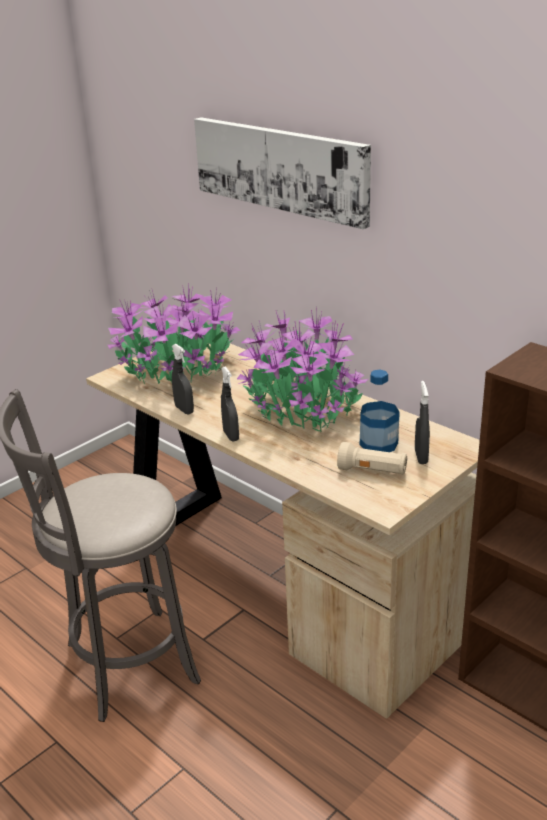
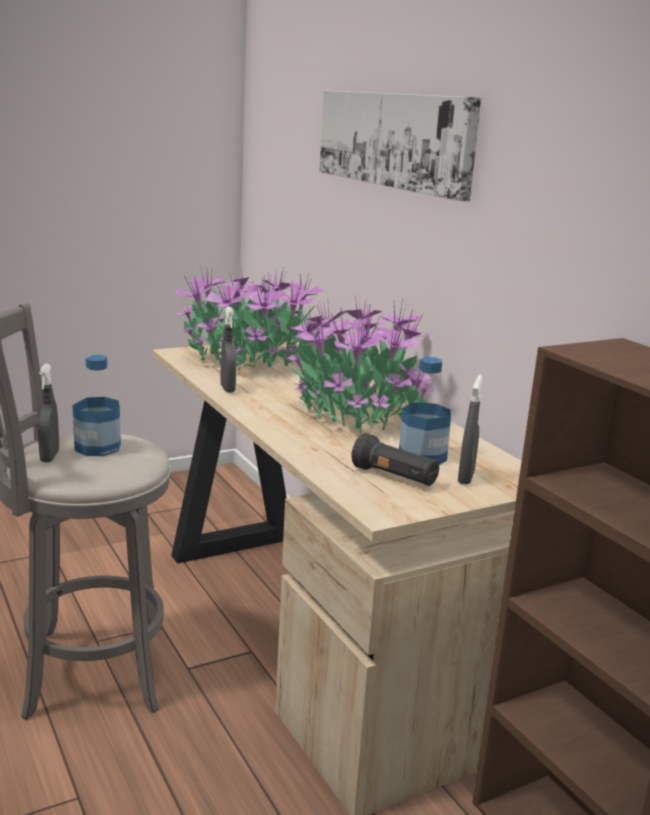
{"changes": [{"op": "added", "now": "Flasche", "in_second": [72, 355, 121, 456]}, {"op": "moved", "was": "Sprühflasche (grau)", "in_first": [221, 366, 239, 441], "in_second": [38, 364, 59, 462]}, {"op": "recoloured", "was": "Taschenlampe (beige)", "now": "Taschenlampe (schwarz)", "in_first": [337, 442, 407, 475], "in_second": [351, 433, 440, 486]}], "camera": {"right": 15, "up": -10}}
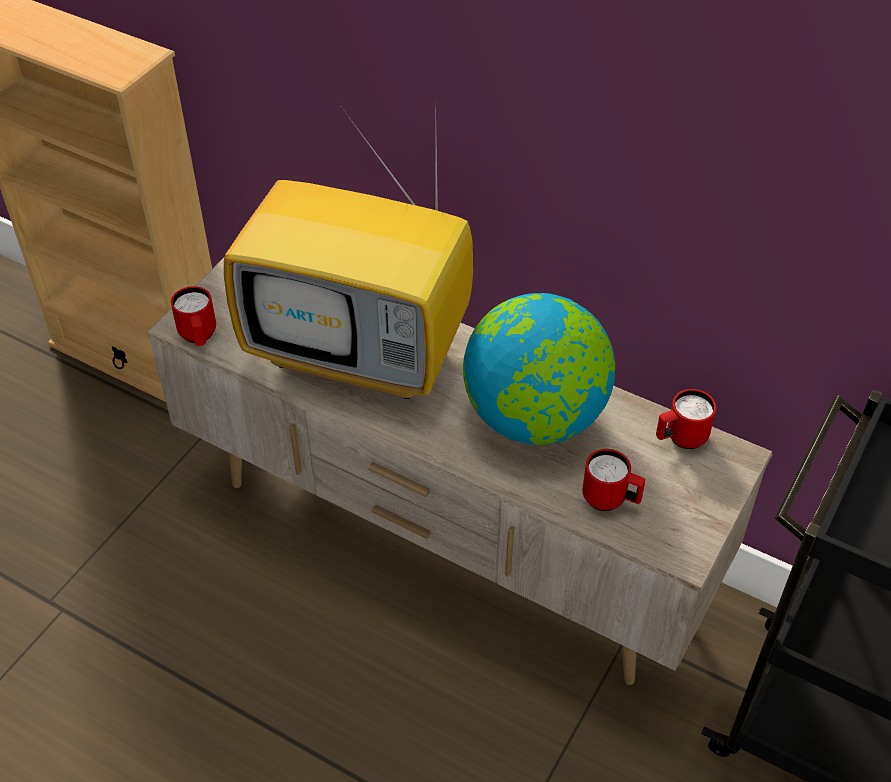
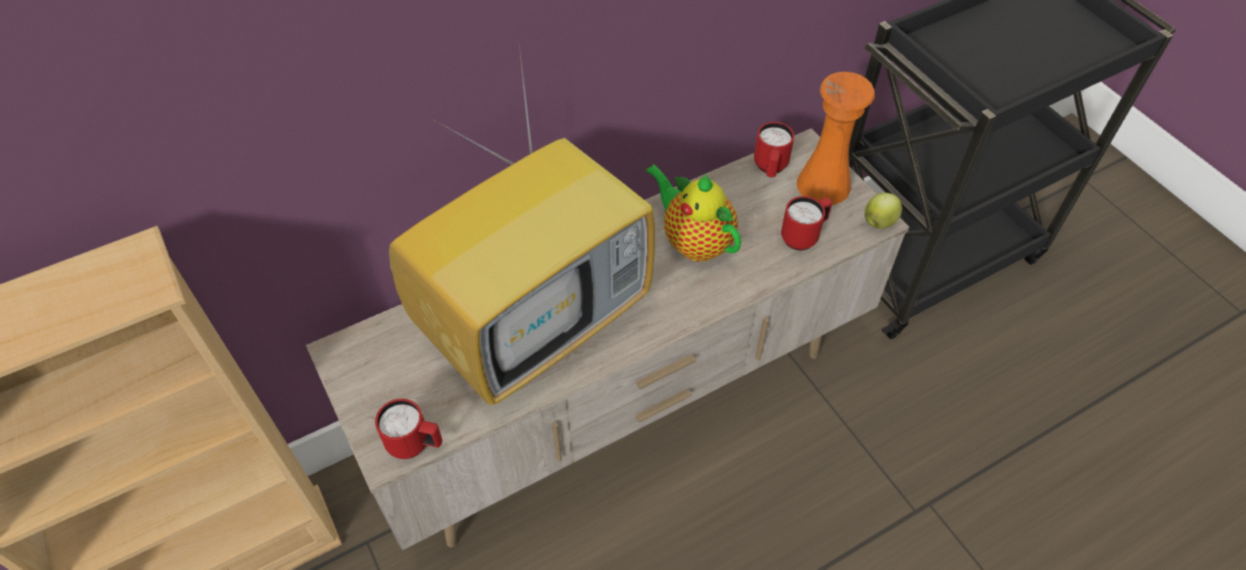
{"changes": [{"op": "added", "now": "Vase (orange)", "in_second": [797, 72, 875, 205]}, {"op": "added", "now": "Apfel", "in_second": [865, 193, 902, 229]}, {"op": "replaced", "was": "Globus", "now": "Teekanne", "in_first": [463, 293, 615, 445], "in_second": [645, 164, 741, 262]}], "camera": {"right": -60, "up": 5}}
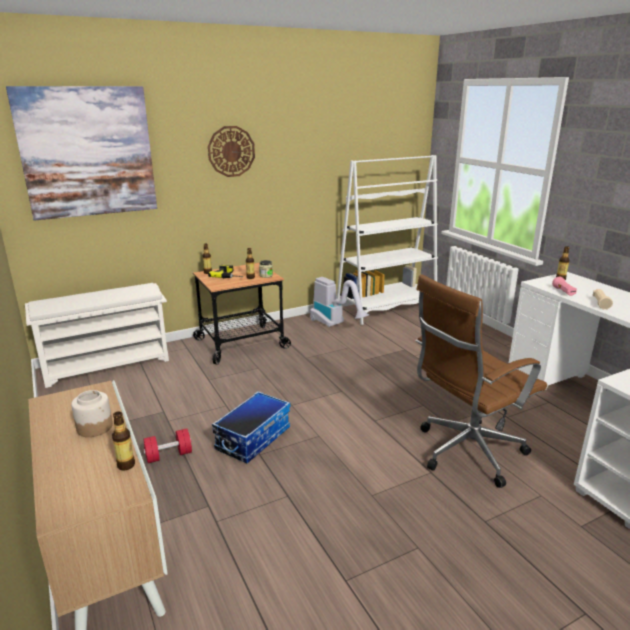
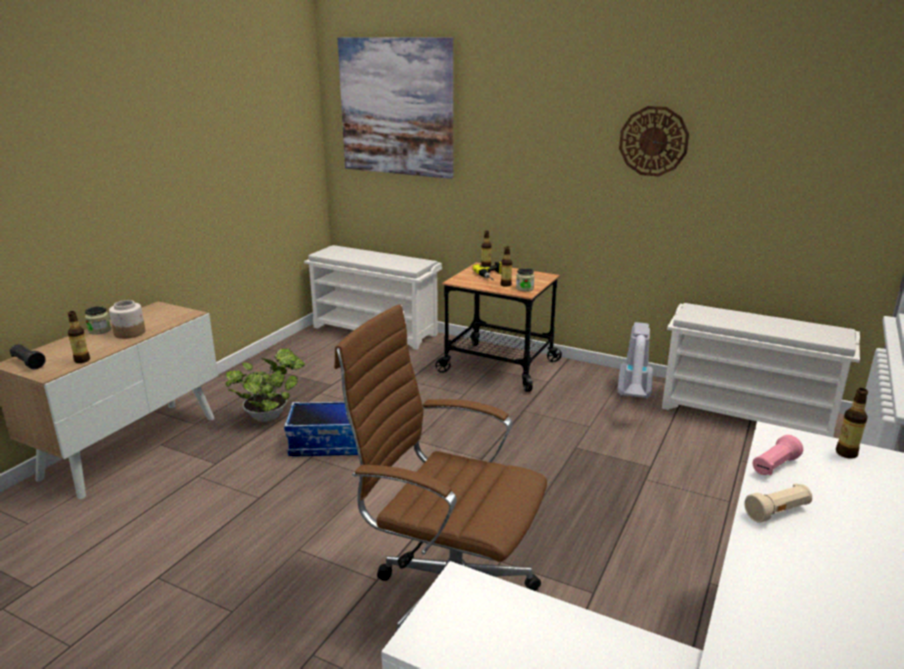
{"changes": [{"op": "added", "now": "Taschenlampe (schwarz)", "in_second": [9, 344, 46, 369]}, {"op": "added", "now": "Vorratsglas", "in_second": [85, 306, 111, 335]}, {"op": "moved", "was": "Wanduhr", "in_first": [208, 126, 255, 177], "in_second": [619, 106, 689, 177]}, {"op": "replaced", "was": "Hantel (rot)", "now": "Topfpflanze", "in_first": [143, 428, 192, 463], "in_second": [226, 348, 305, 422]}, {"op": "replaced", "was": "Bücherregal (weiß)", "now": "Schuhregal (weiß)", "in_first": [337, 155, 438, 325], "in_second": [662, 303, 860, 437]}], "camera": {"right": 55, "up": 0}}
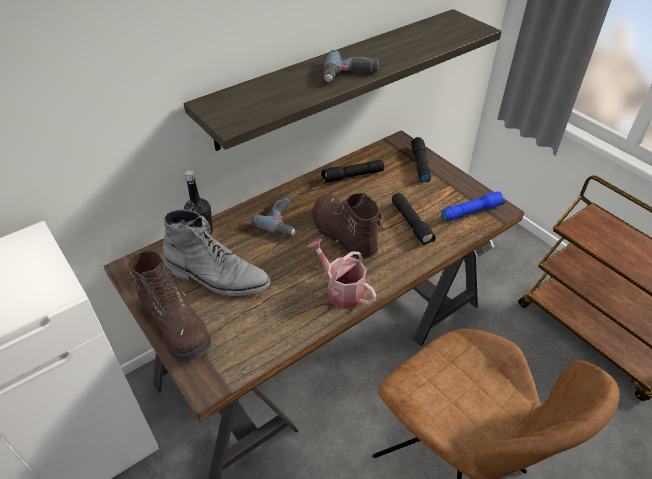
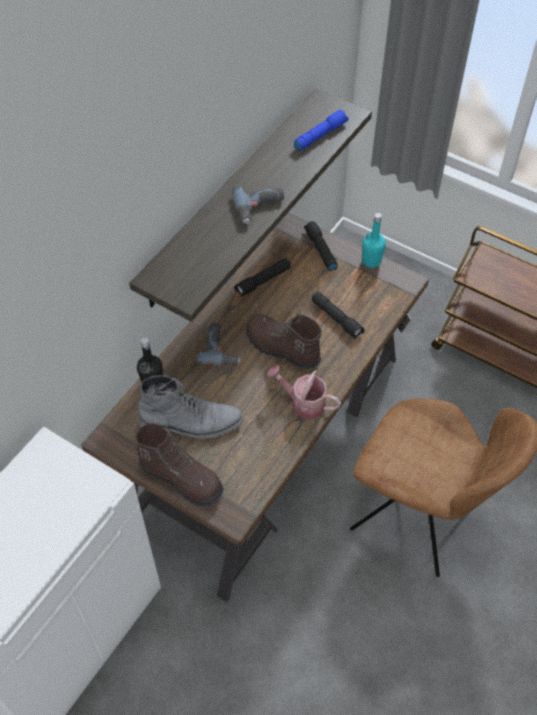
{"changes": [{"op": "added", "now": "Flasche (türkis)", "in_second": [362, 213, 386, 268]}, {"op": "moved", "was": "Taschenlampe (blau)", "in_first": [441, 191, 505, 221], "in_second": [294, 110, 349, 151]}], "camera": {"right": -20, "up": 10}}
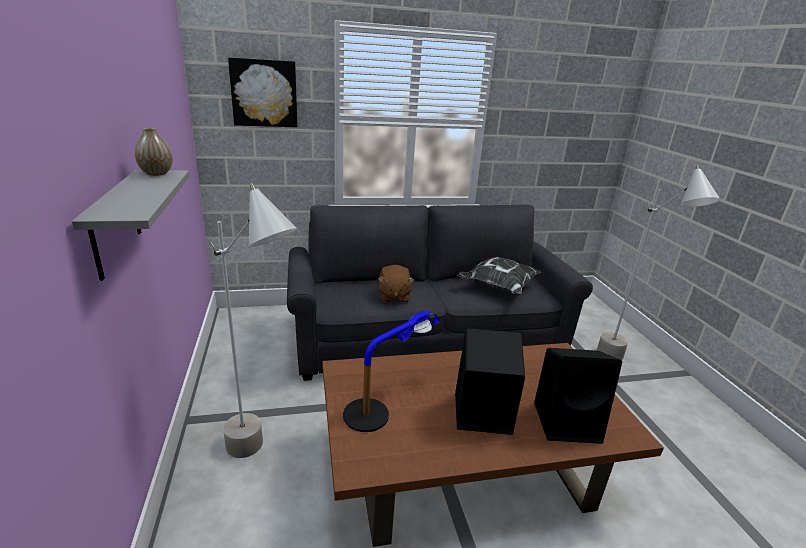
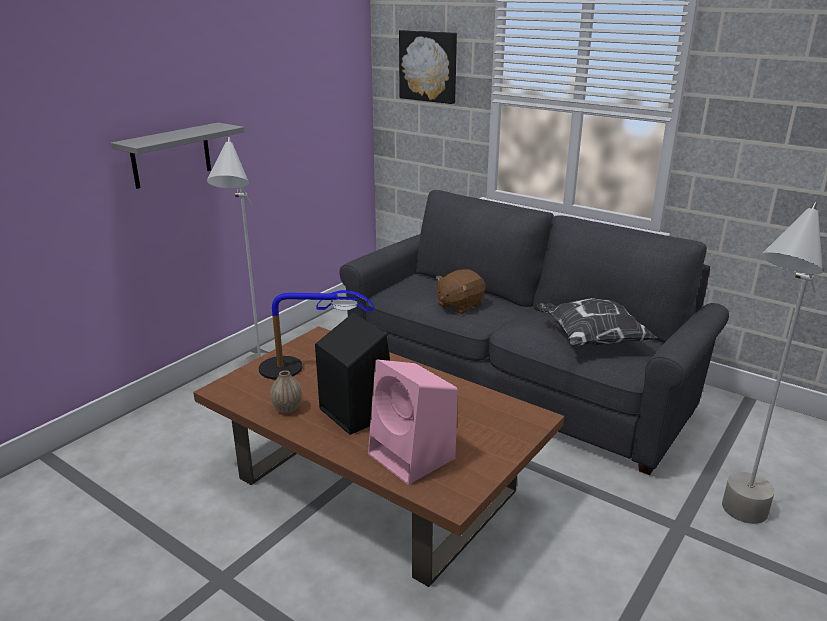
{"changes": [{"op": "moved", "was": "Vase", "in_first": [135, 128, 173, 176], "in_second": [270, 370, 302, 413]}, {"op": "recoloured", "was": "Lautsprecher (schwarz)", "now": "Lautsprecher (rosa)", "in_first": [534, 348, 622, 444], "in_second": [368, 359, 458, 485]}], "camera": {"right": 50, "up": 0}}
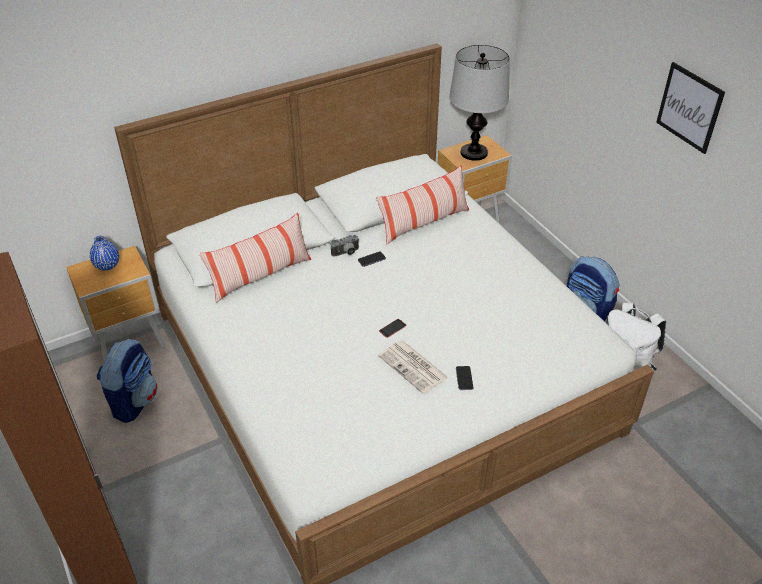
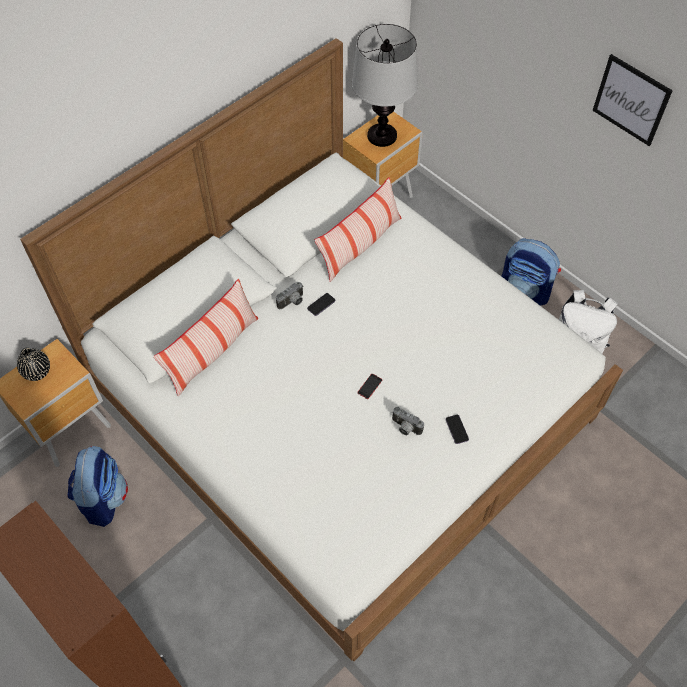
{"changes": [{"op": "replaced", "was": "Zeitung", "now": "Kamera", "in_first": [378, 341, 449, 394], "in_second": [392, 407, 424, 435]}, {"op": "recoloured", "was": "Vase (blau)", "now": "Vase (schwarz)", "in_first": [90, 236, 119, 271], "in_second": [17, 347, 50, 381]}], "camera": {"right": -15, "up": 15}}
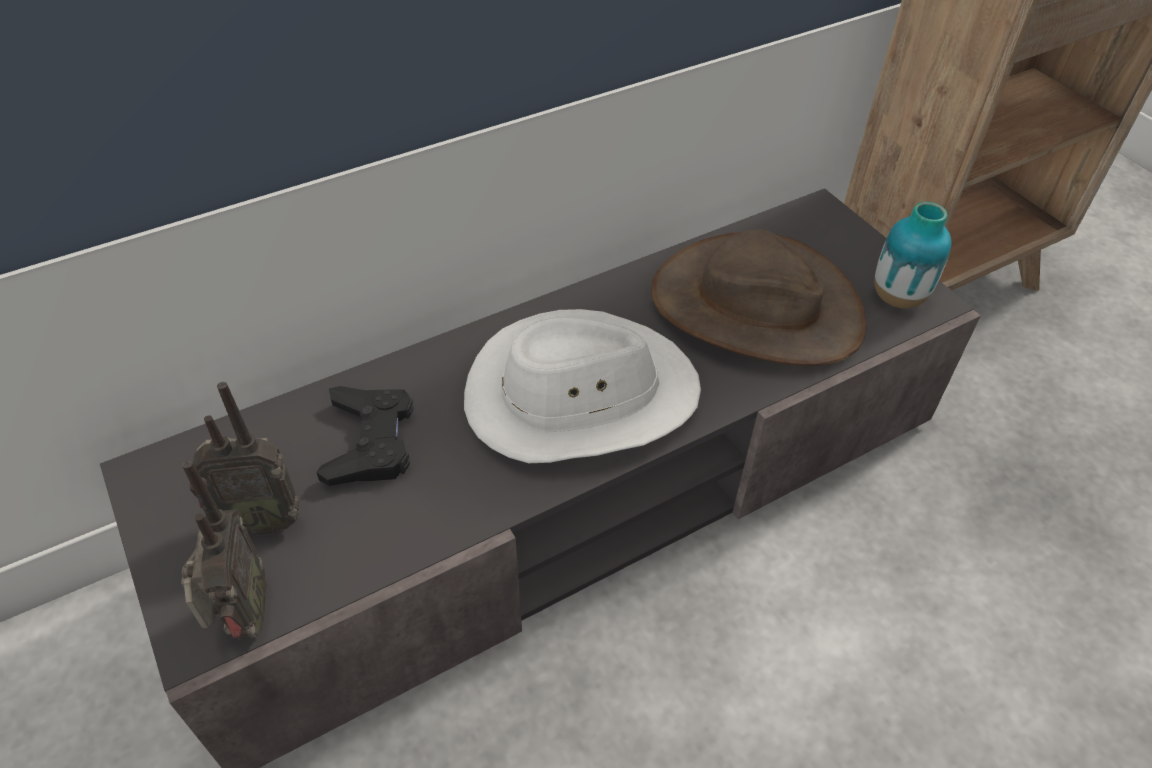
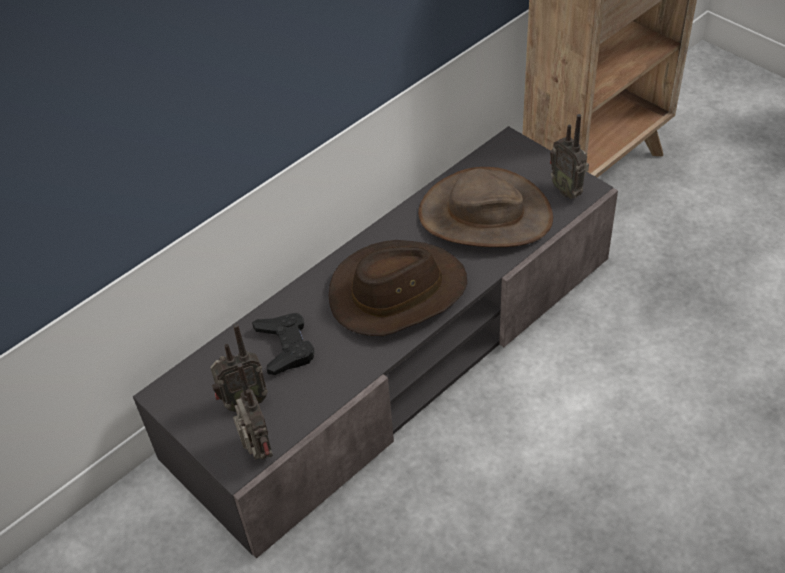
{"changes": [{"op": "replaced", "was": "Vase", "now": "Radio", "in_first": [874, 202, 951, 309], "in_second": [550, 114, 589, 199]}, {"op": "recoloured", "was": "Hut (weiß)", "now": "Hut (braun)", "in_first": [464, 309, 701, 463], "in_second": [328, 240, 467, 336]}], "camera": {"right": -10, "up": 0}}
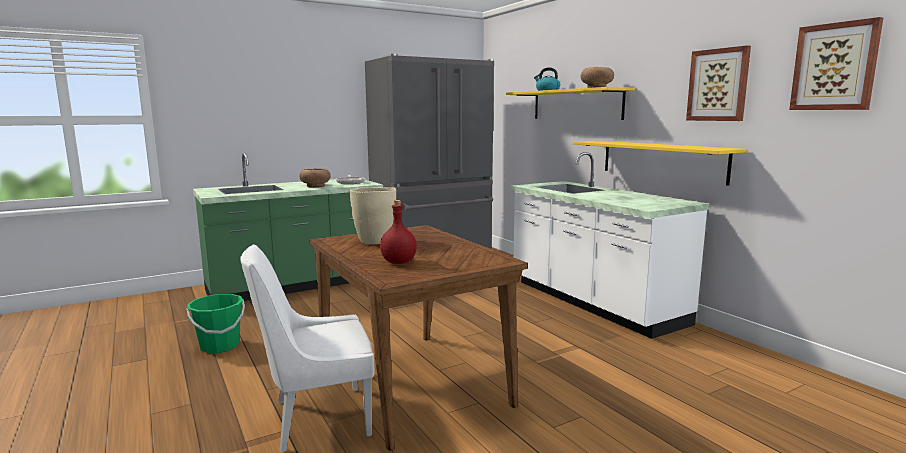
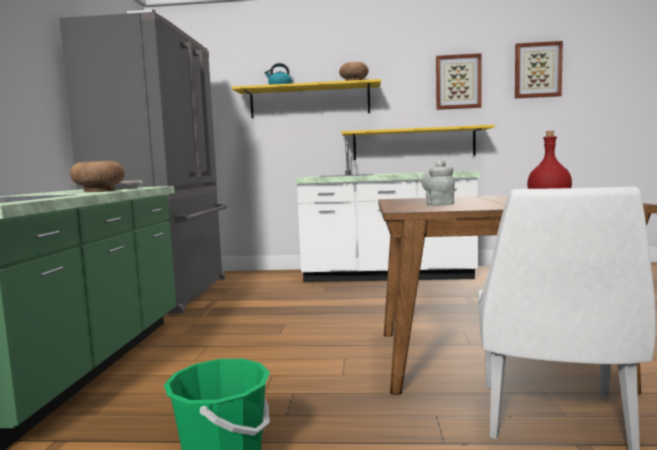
{"changes": [{"op": "replaced", "was": "Vase (beige)", "now": "Teekanne (grau)", "in_first": [349, 187, 396, 244], "in_second": [422, 159, 455, 206]}], "camera": {"right": -55, "up": -5}}
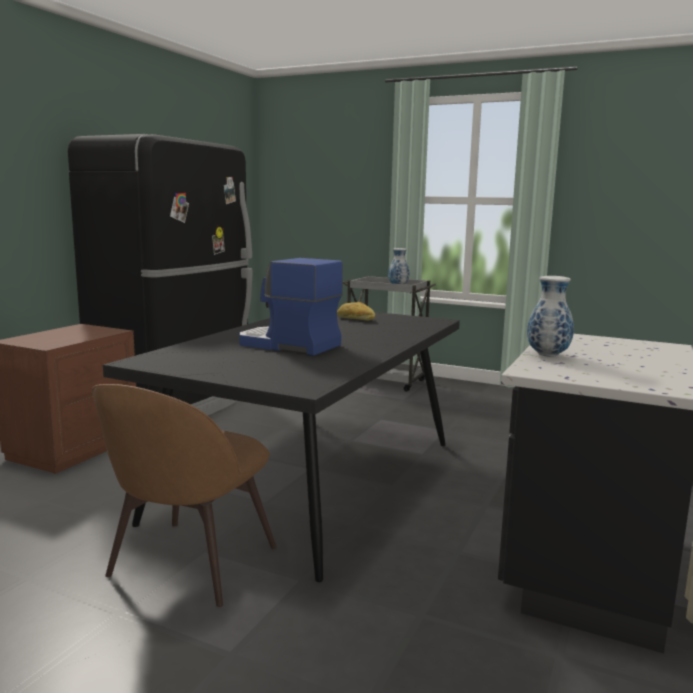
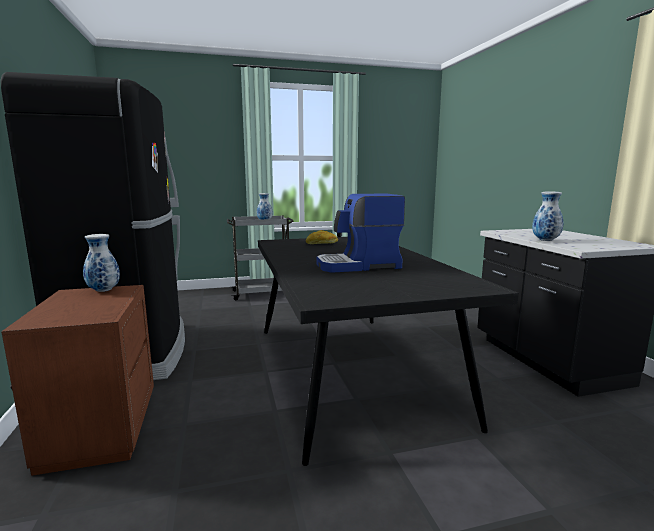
{"changes": [{"op": "removed", "was": "Stuhl (braun)", "in_first": [92, 384, 277, 607]}, {"op": "added", "now": "Vase", "in_second": [83, 234, 120, 292]}], "camera": {"right": -40, "up": 0}}
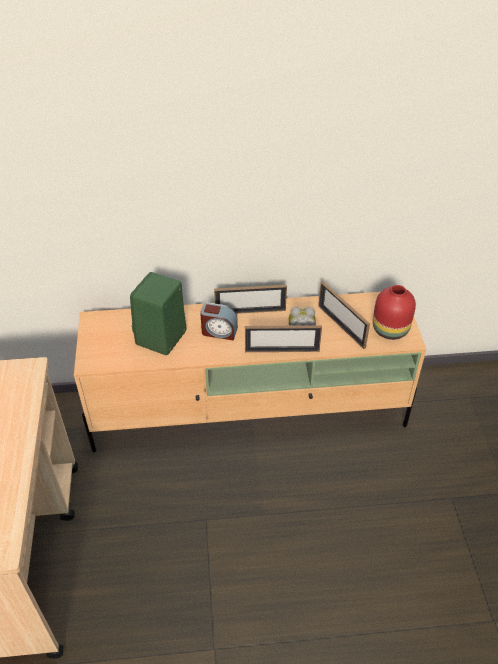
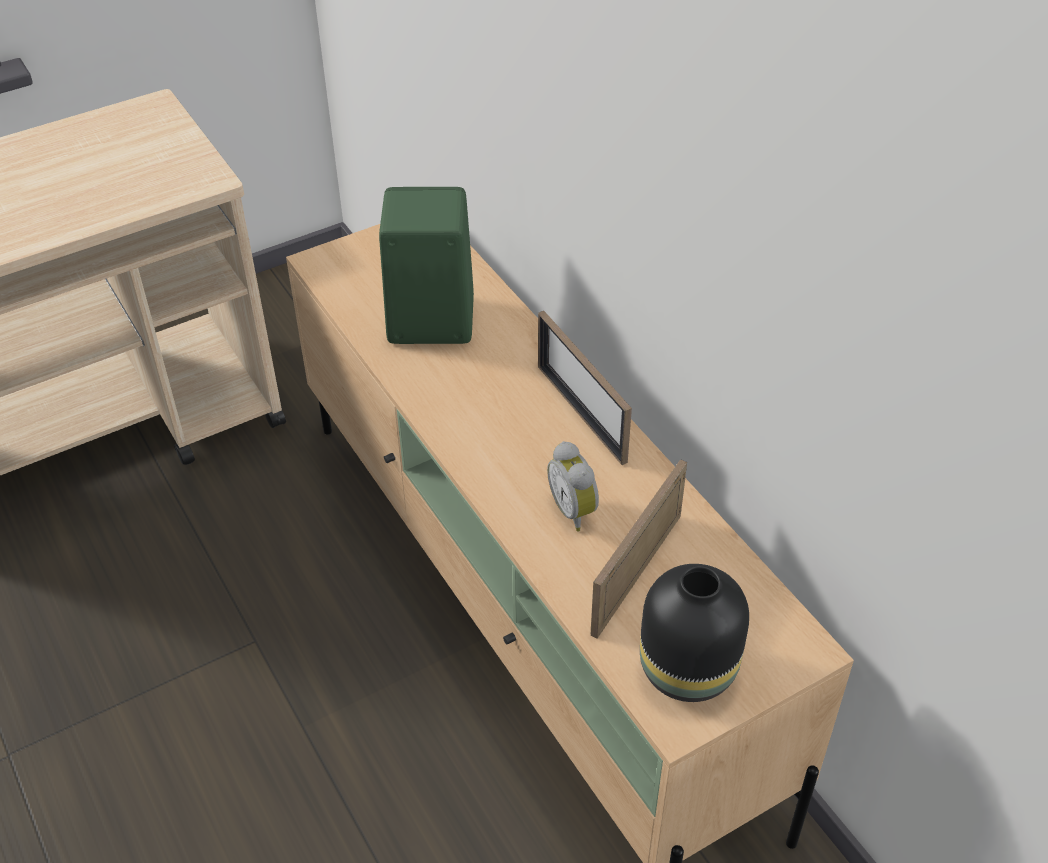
{"changes": [{"op": "removed", "was": "Wecker", "in_first": [200, 303, 238, 340]}, {"op": "removed", "was": "Bilderrahmen", "in_first": [245, 325, 322, 352]}, {"op": "recoloured", "was": "Vase (rot)", "now": "Vase (schwarz)", "in_first": [373, 285, 416, 340], "in_second": [640, 564, 749, 702]}], "camera": {"right": 65, "up": 0}}
